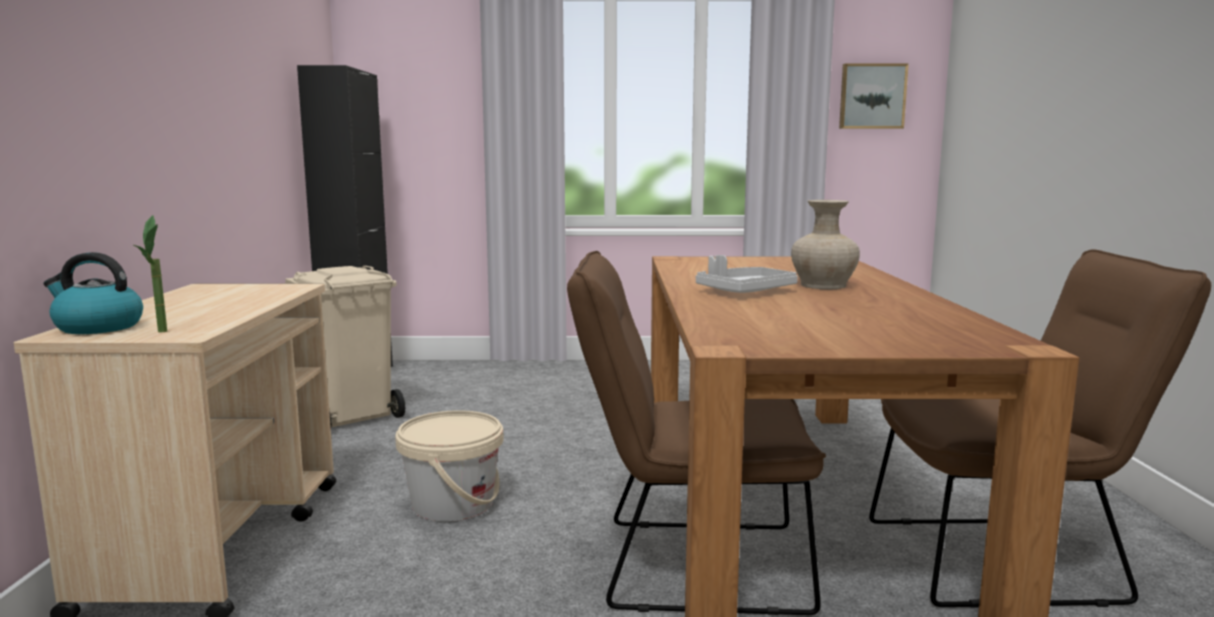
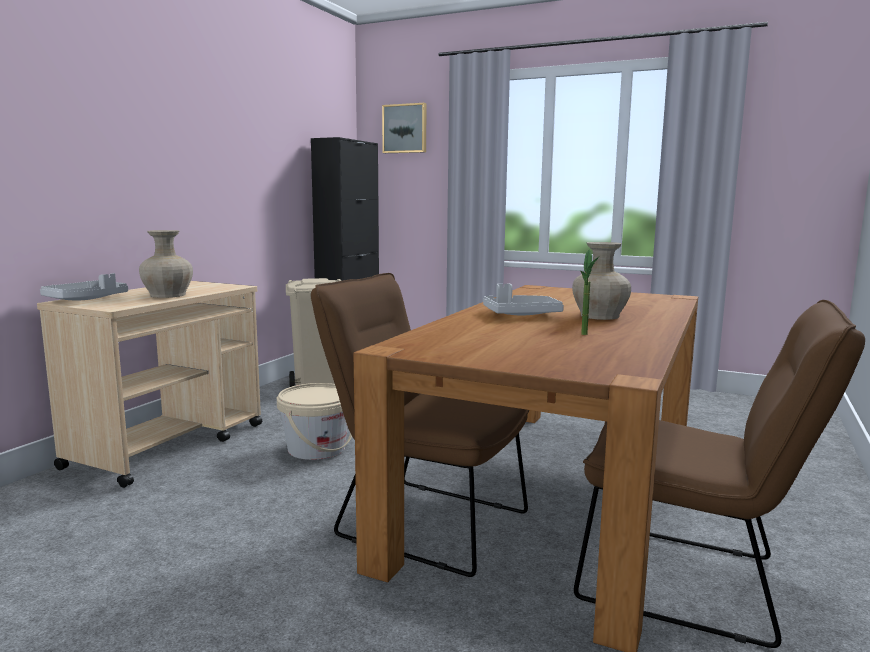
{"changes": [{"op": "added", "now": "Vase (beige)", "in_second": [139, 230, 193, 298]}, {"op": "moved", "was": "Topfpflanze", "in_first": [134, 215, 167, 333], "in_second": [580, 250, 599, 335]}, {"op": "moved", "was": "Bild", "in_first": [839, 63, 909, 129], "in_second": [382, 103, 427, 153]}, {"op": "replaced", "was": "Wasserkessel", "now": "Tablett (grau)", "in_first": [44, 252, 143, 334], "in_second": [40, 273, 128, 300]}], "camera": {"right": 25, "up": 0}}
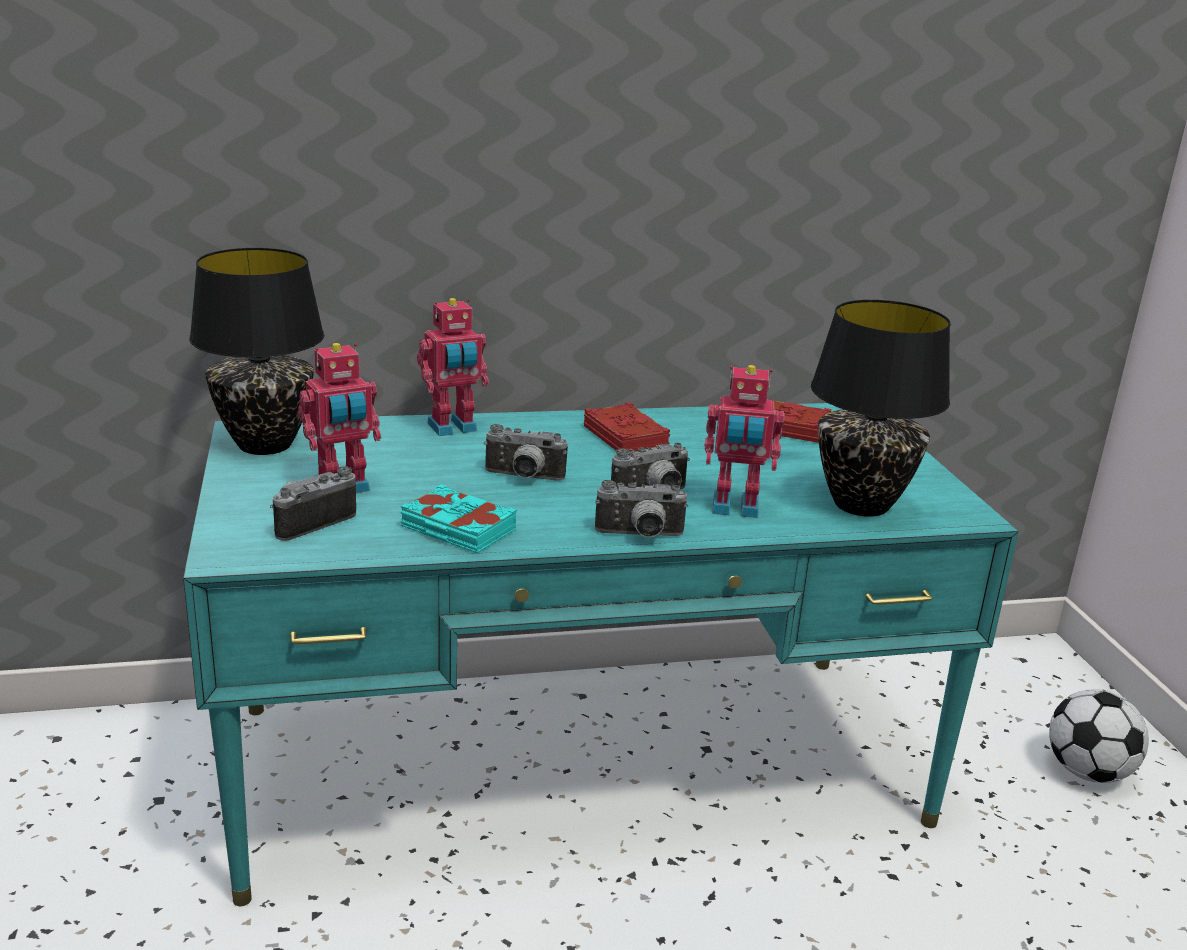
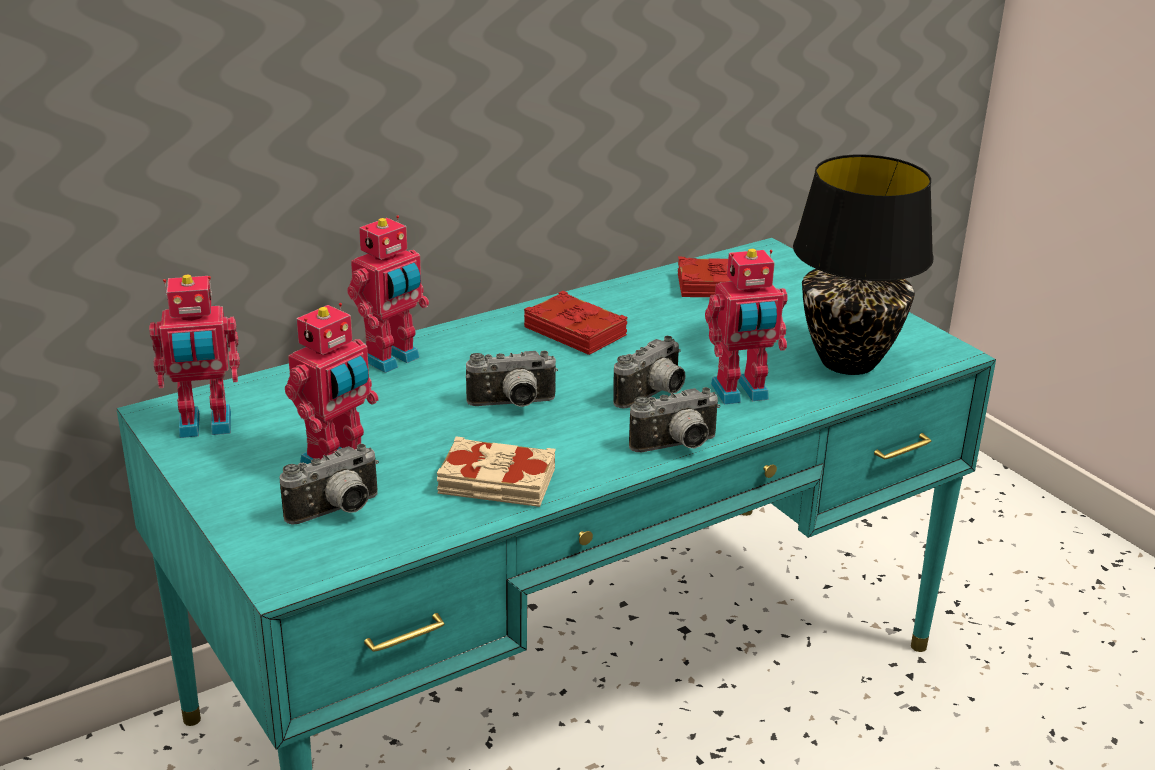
{"changes": [{"op": "removed", "was": "Fußball", "in_first": [1049, 689, 1149, 783]}, {"op": "replaced", "was": "Tischlampe (schwarz)", "now": "Spielzeugroboter", "in_first": [189, 248, 325, 455], "in_second": [149, 274, 240, 438]}, {"op": "recoloured", "was": "Buch (türkis)", "now": "Buch (beige)", "in_first": [401, 484, 516, 553], "in_second": [437, 436, 556, 507]}, {"op": "turned", "was": "Kamera", "in_first": [270, 466, 356, 541], "in_second": [280, 444, 379, 525], "clockwise": -150}], "camera": {"right": -20, "up": 5}}
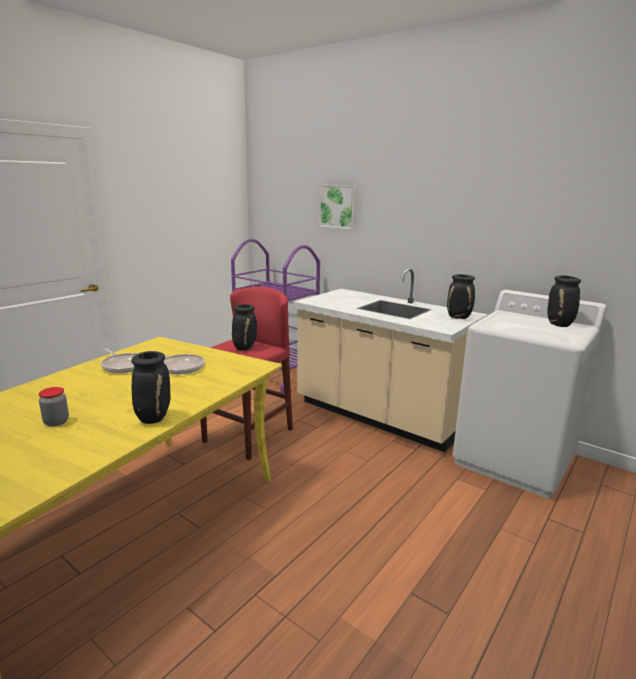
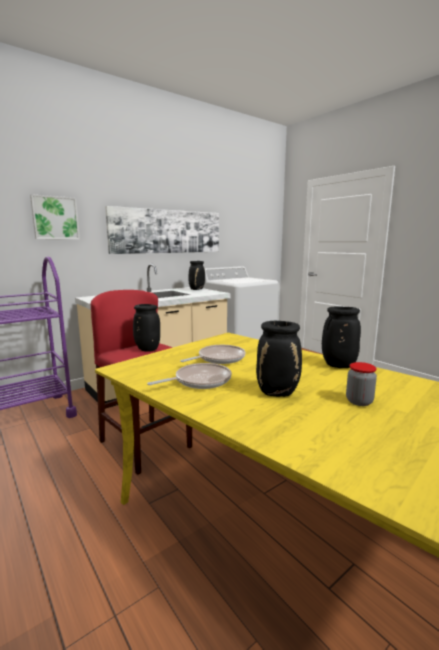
{"changes": [{"op": "added", "now": "Bild", "in_second": [105, 206, 219, 254]}, {"op": "moved", "was": "Vase (schwarz)", "in_first": [547, 275, 581, 327], "in_second": [256, 321, 302, 397]}], "camera": {"right": -75, "up": -5}}
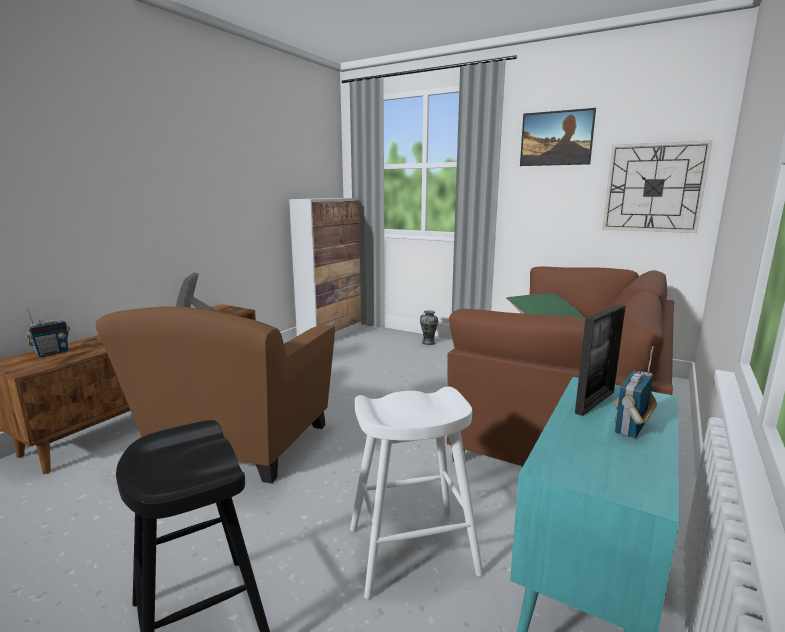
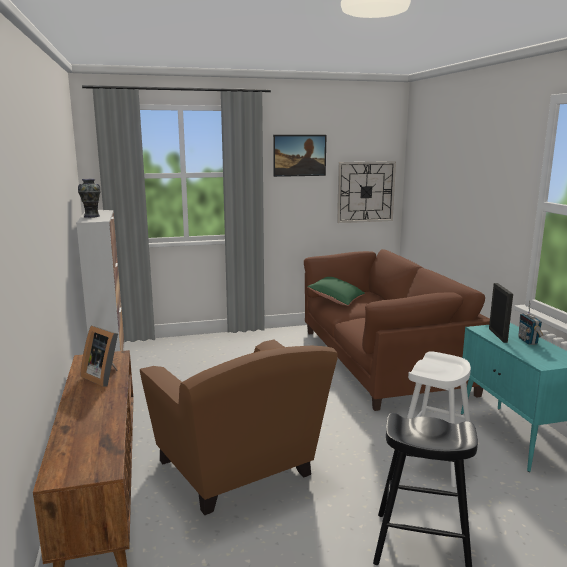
{"changes": [{"op": "removed", "was": "Radio", "in_first": [26, 309, 70, 357]}, {"op": "moved", "was": "Vase", "in_first": [420, 310, 438, 345], "in_second": [78, 179, 101, 218]}], "camera": {"right": -45, "up": 0}}
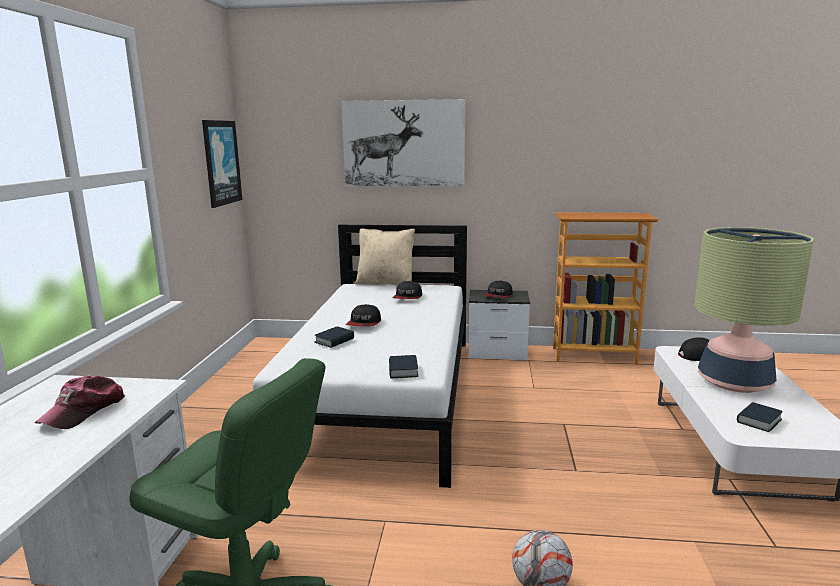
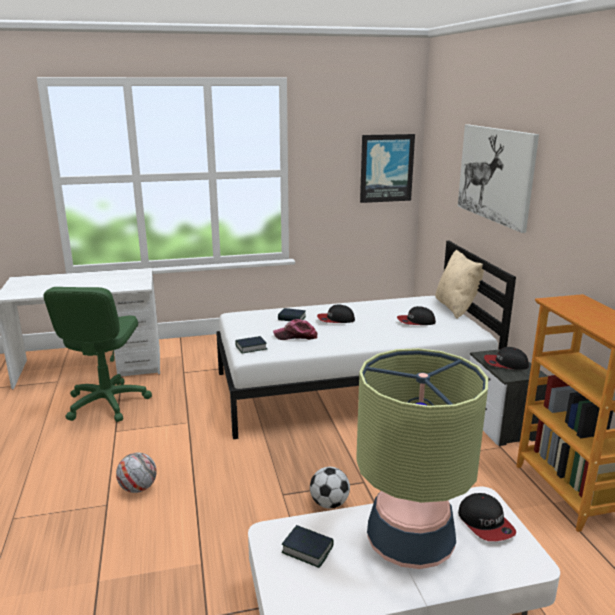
{"changes": [{"op": "added", "now": "Fußball", "in_second": [310, 467, 350, 509]}, {"op": "moved", "was": "Kappe", "in_first": [35, 375, 125, 429], "in_second": [273, 319, 318, 340]}], "camera": {"right": 70, "up": 5}}
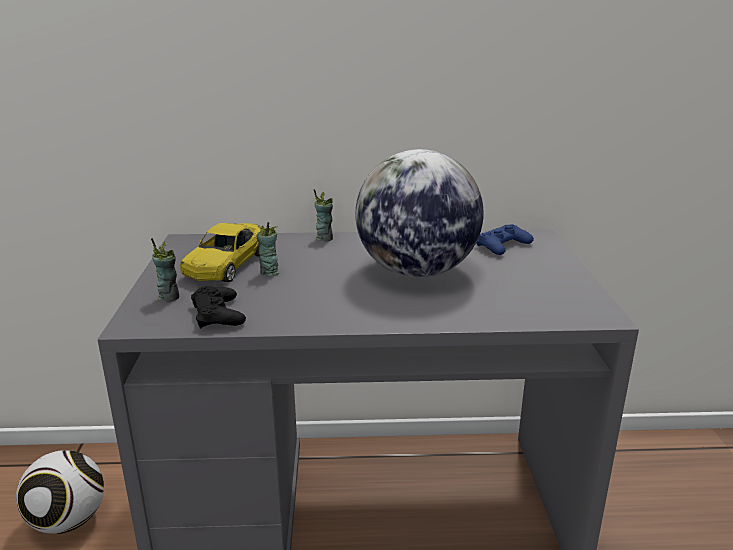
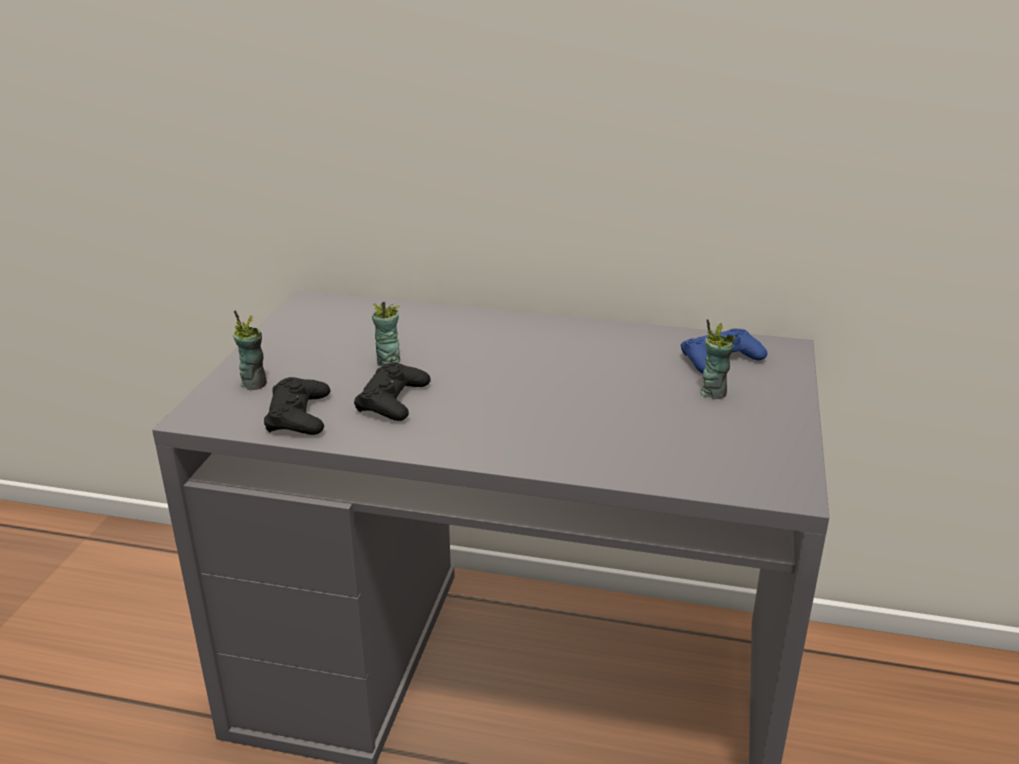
{"changes": [{"op": "removed", "was": "Fußball", "in_first": [16, 450, 104, 534]}, {"op": "removed", "was": "Spielzeugauto (gelb)", "in_first": [180, 223, 265, 282]}, {"op": "removed", "was": "Globus", "in_first": [355, 149, 484, 278]}, {"op": "added", "now": "Gamepad (schwarz)", "in_second": [354, 362, 431, 421]}, {"op": "moved", "was": "Tasse", "in_first": [314, 189, 333, 242], "in_second": [701, 319, 735, 399]}], "camera": {"right": 15, "up": 5}}
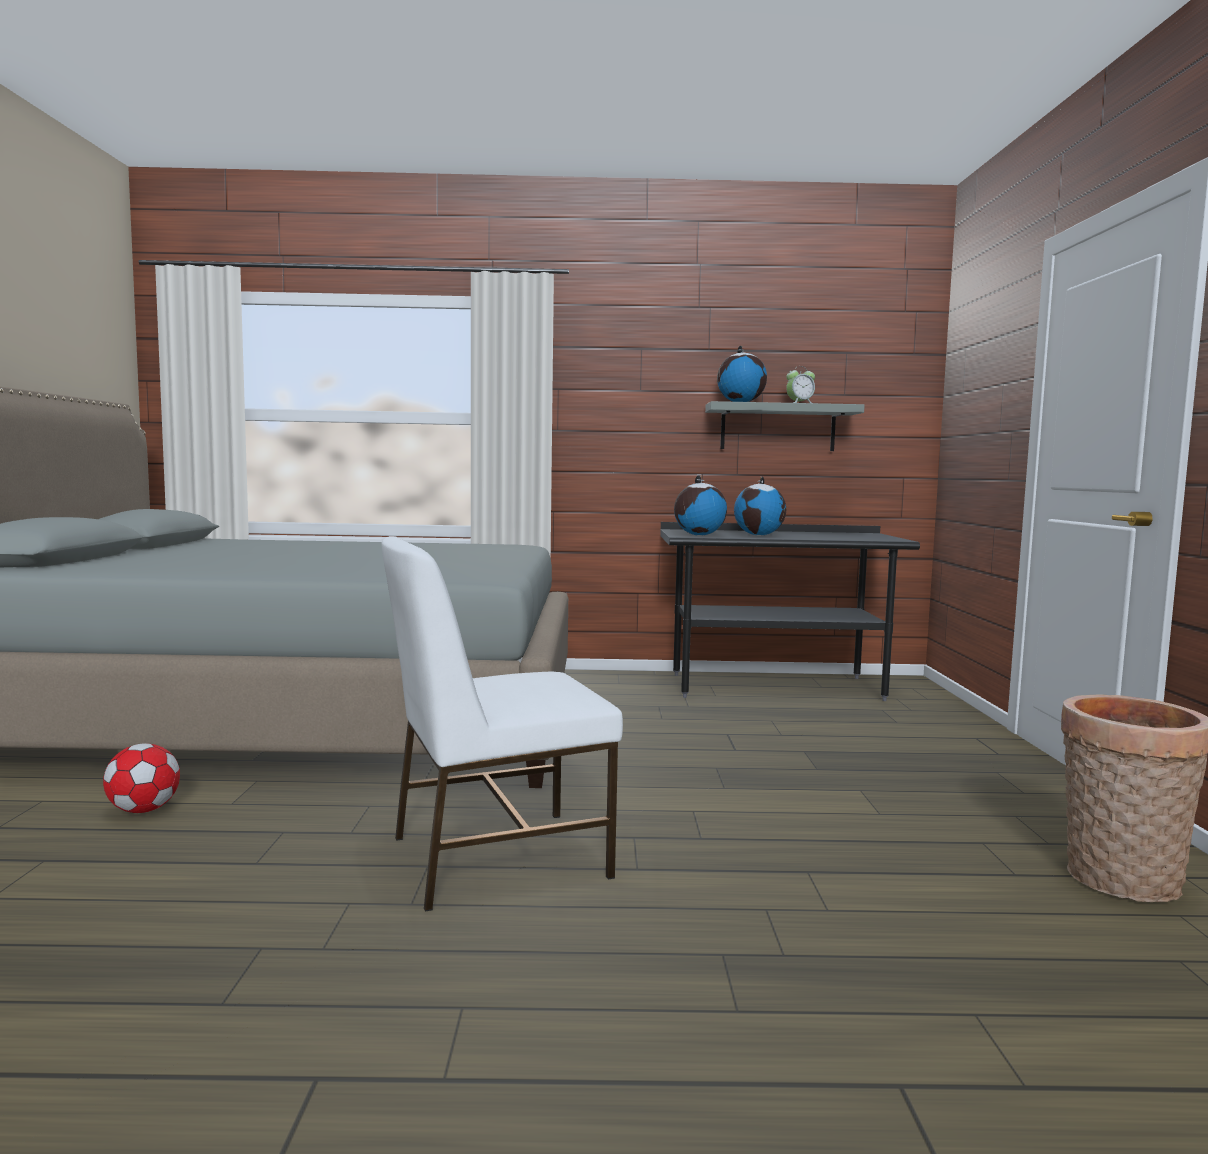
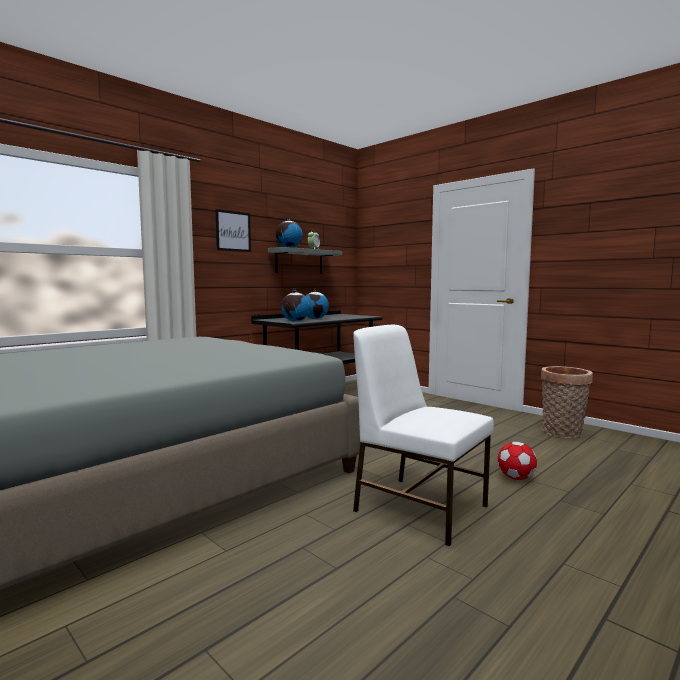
{"changes": [{"op": "added", "now": "Bild", "in_second": [215, 209, 251, 252]}, {"op": "moved", "was": "Fußball", "in_first": [103, 743, 180, 813], "in_second": [498, 442, 537, 480]}, {"op": "turned", "was": "Stuhl (weiß)", "in_first": [381, 536, 623, 912], "in_second": [353, 325, 494, 546], "clockwise": 105}], "camera": {"right": -45, "up": 0}}
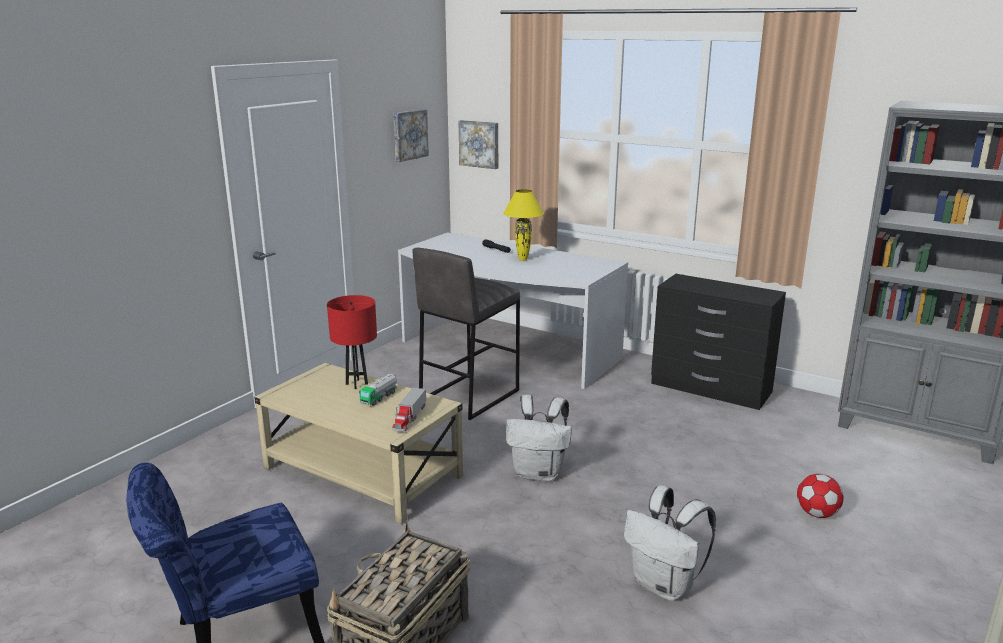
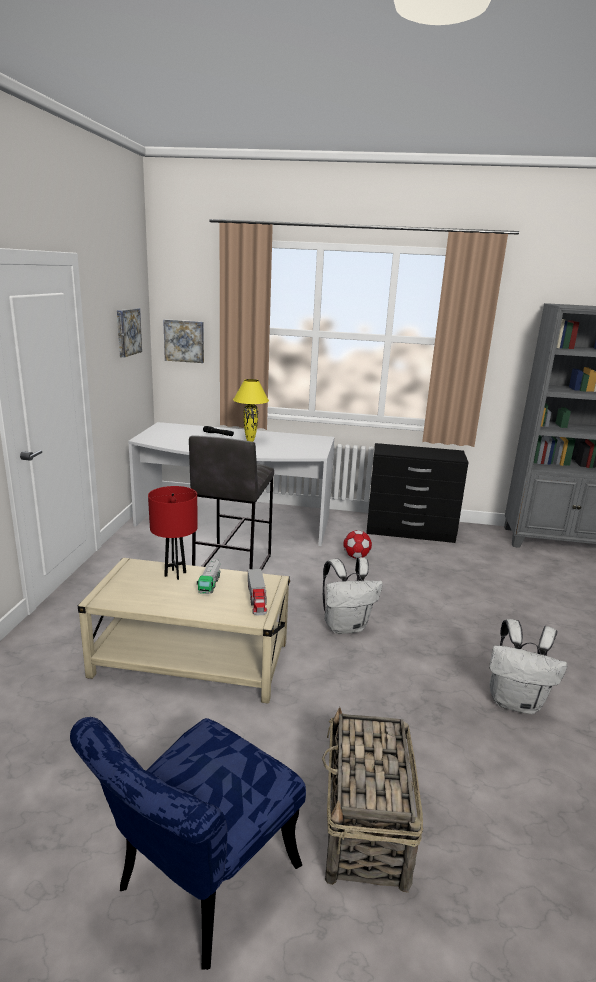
{"changes": [{"op": "moved", "was": "Fußball", "in_first": [797, 474, 844, 518], "in_second": [343, 530, 372, 559]}], "camera": {"right": -25, "up": 0}}
